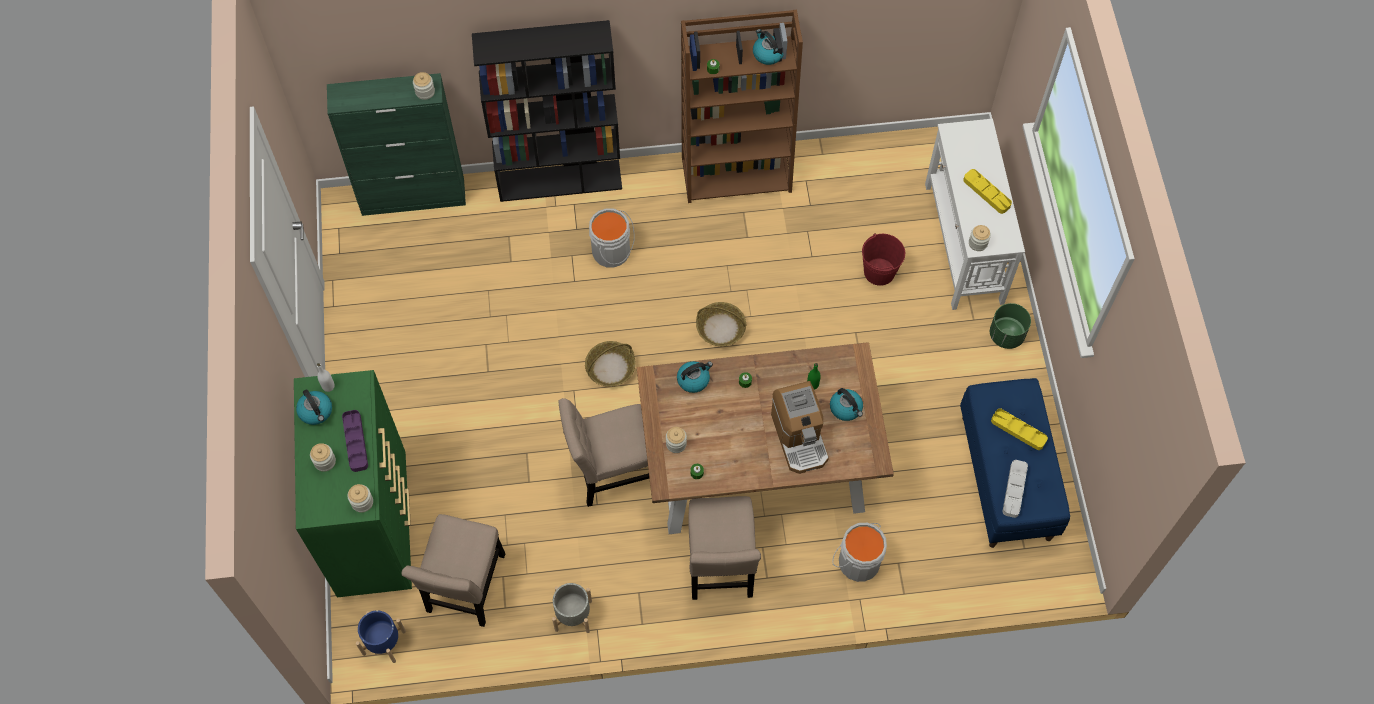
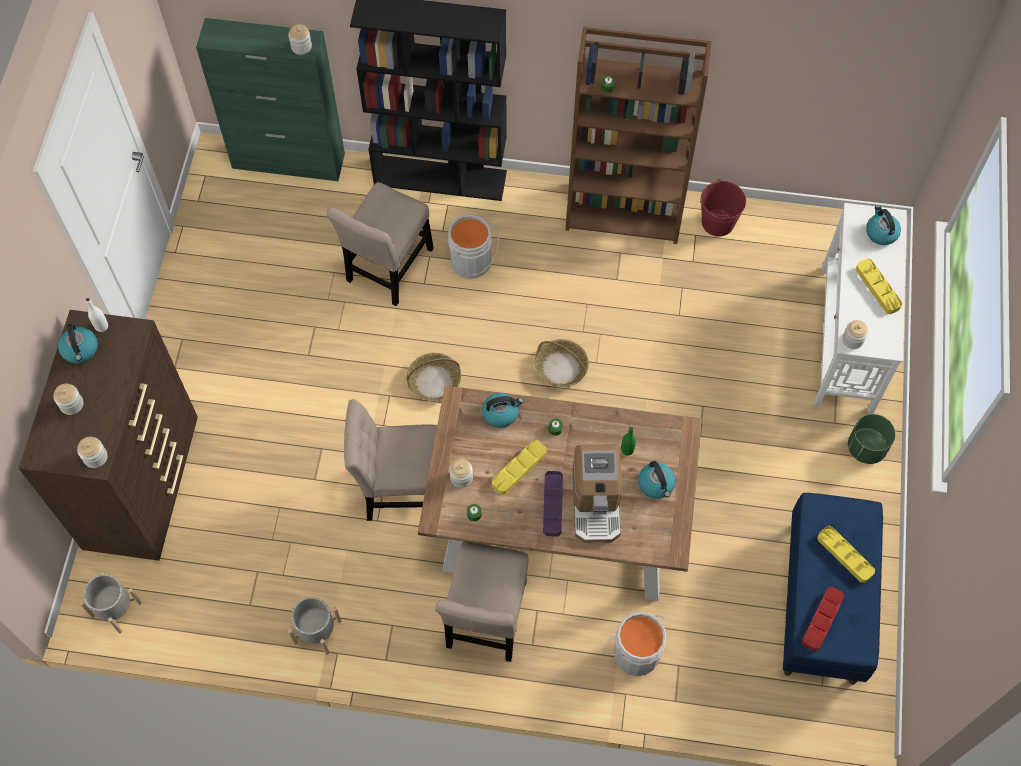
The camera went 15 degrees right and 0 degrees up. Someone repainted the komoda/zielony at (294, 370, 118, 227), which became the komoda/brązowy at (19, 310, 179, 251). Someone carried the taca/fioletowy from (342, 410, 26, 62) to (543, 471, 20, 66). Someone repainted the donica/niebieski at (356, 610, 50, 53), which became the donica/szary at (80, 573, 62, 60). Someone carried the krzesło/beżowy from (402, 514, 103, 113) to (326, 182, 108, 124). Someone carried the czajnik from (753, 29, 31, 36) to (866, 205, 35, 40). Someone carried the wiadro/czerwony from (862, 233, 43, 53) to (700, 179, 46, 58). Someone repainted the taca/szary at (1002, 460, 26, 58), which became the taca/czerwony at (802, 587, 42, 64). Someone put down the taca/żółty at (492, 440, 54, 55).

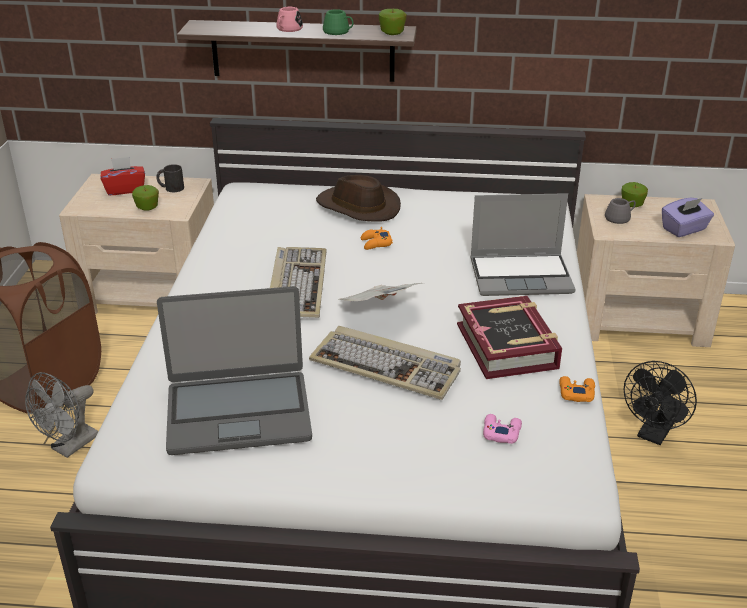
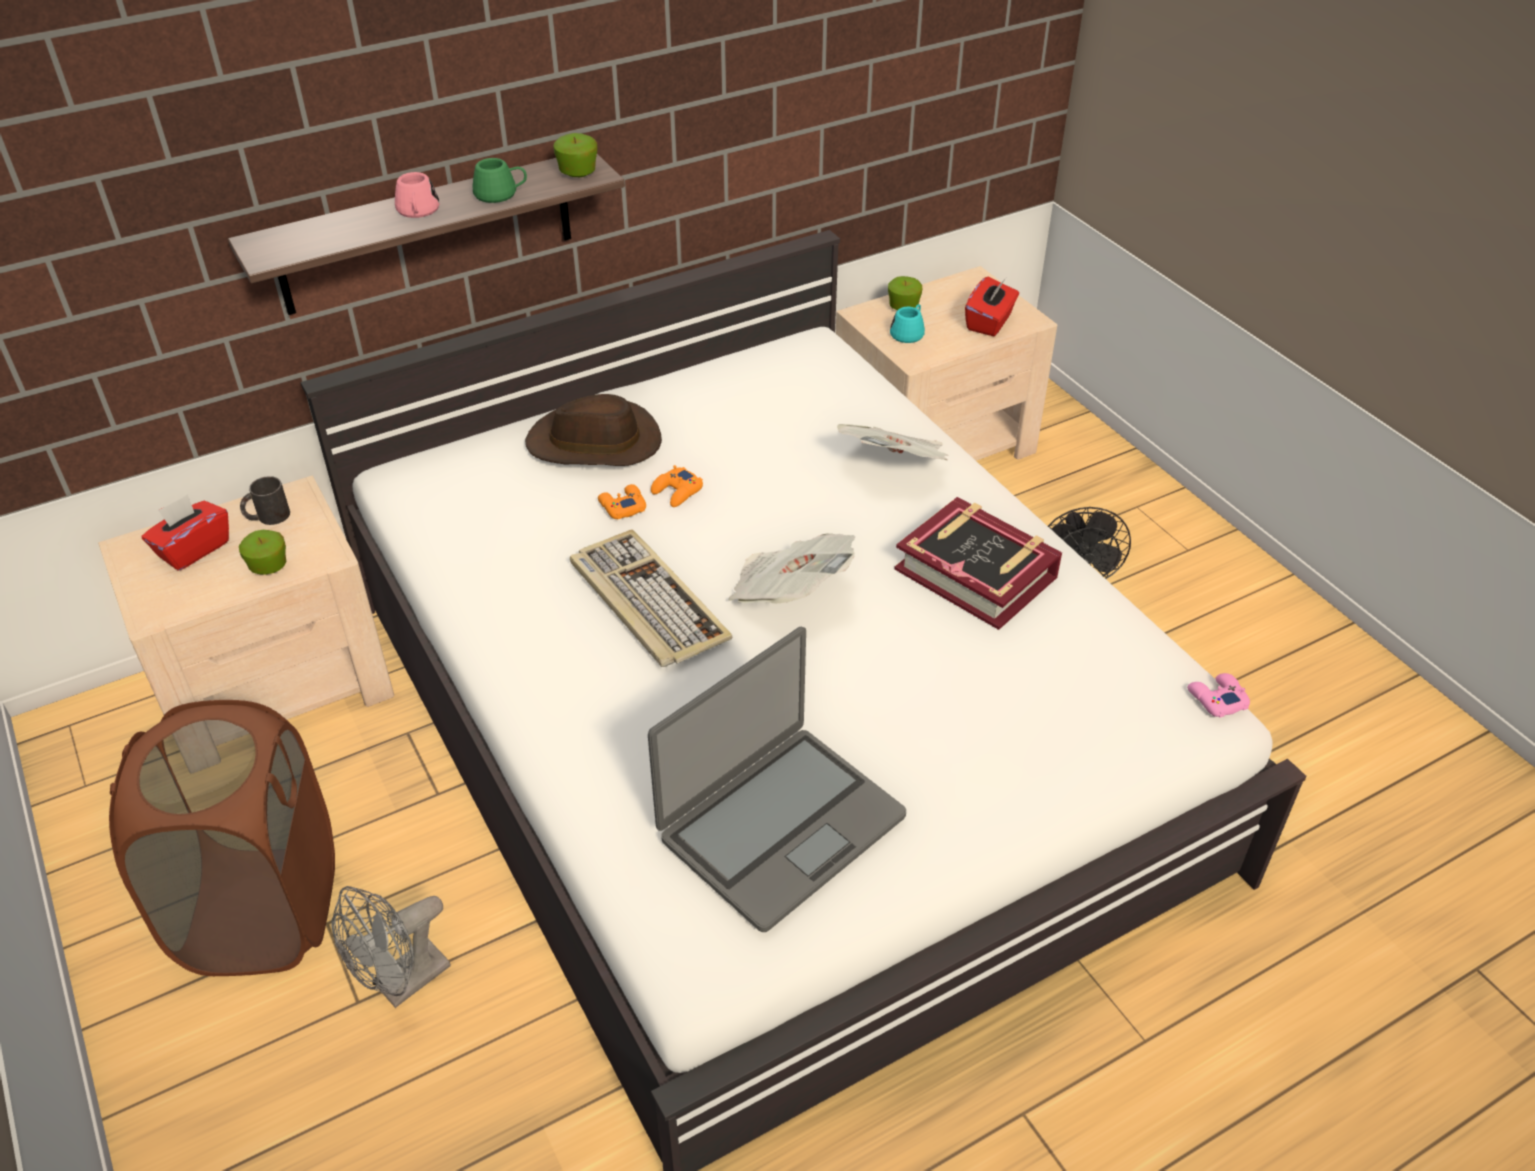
The camera went 35 degrees left and 10 degrees up. Someone rotated the wentylator/szary at (25, 372, 73, 86) by 45 degrees clockwise. Someone took away the klawiatura at (309, 326, 152, 74). Someone swapped the laptop at (470, 193, 105, 103) for the gazeta at (837, 424, 111, 37). Someone carried the pad do gier/różowy from (483, 414, 39, 30) to (1187, 673, 63, 45). Someone carried the pad do gier/pomarańczowy from (559, 376, 36, 26) to (598, 484, 48, 35). Someone repainted the kubek/szary at (605, 198, 31, 26), which became the kubek/turkusowy at (890, 304, 35, 39). Someone repainted the pudełko chusteczek/fioletowy at (662, 198, 52, 39), which became the pudełko chusteczek/czerwony at (965, 277, 54, 59).

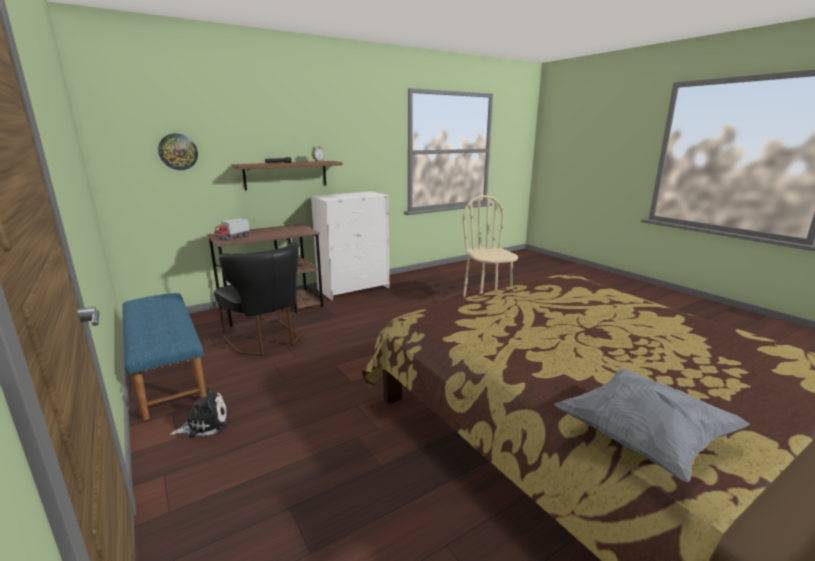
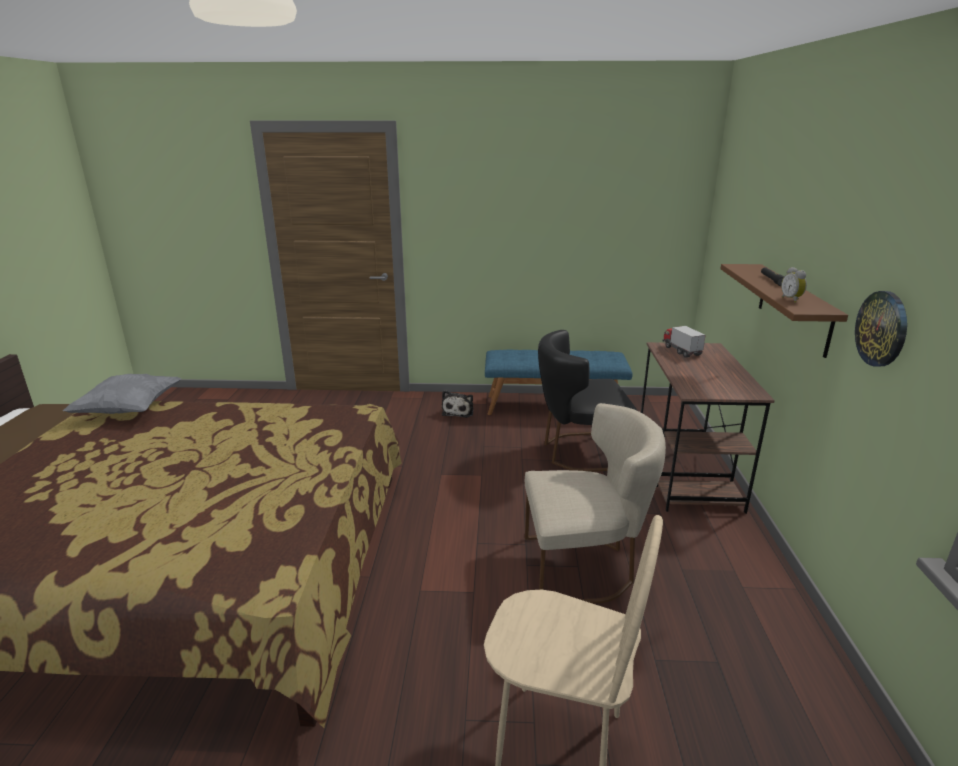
The camera went 125 degrees right and 5 degrees up. Someone carried the zegar ścienny from (158, 134, 40, 36) to (855, 291, 52, 75). Someone took away the komoda/biały at (310, 191, 79, 109). Someone put down the krzesło/beżowy at (525, 403, 141, 201).

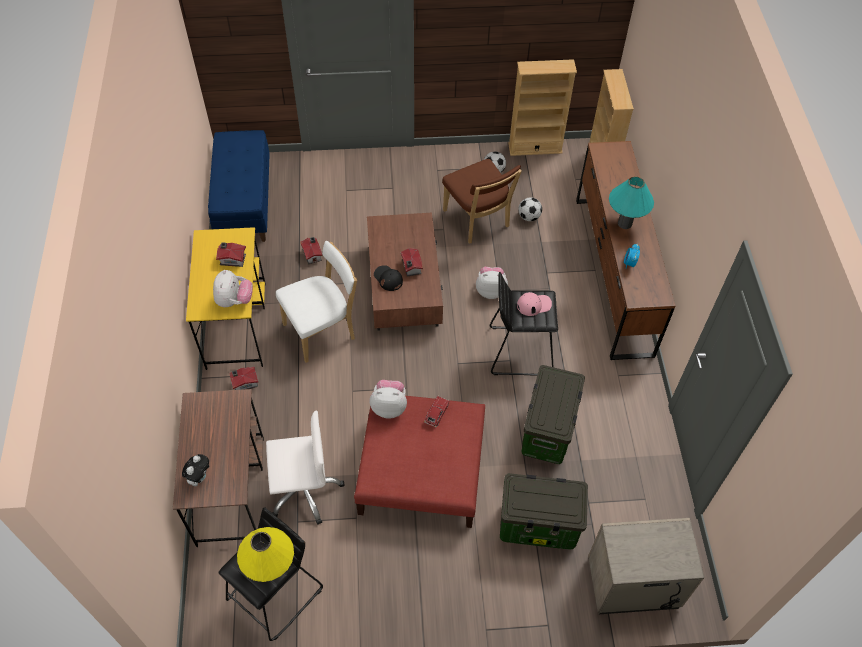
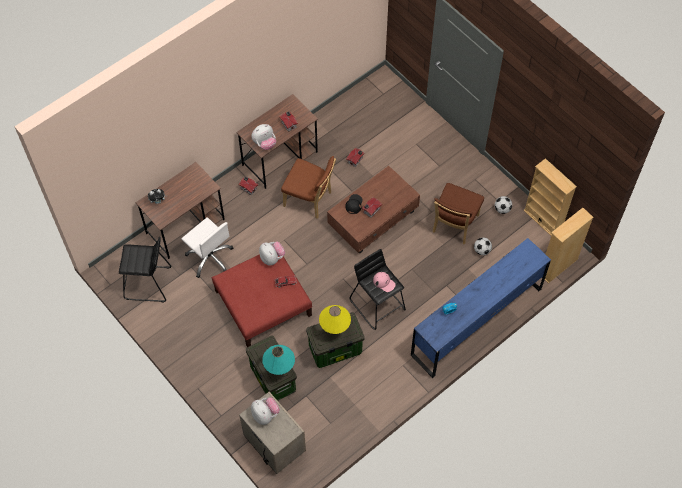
The camera went 55 degrees right and 5 degrees up. Someone repainted the biurko/żółty at (186, 227, 80, 143), which became the biurko/brązowy at (236, 94, 82, 95). Someone took away the ławka/niebieski at (208, 130, 62, 112). Someone carried the lampa stołowa/żółty from (237, 527, 57, 55) to (319, 305, 32, 30). Someone repainted the krzesło/biały at (276, 241, 81, 122), which became the krzesło/brązowy at (281, 156, 55, 63). Someone carried the pluszak from (476, 267, 32, 32) to (251, 397, 29, 28). Someone repainted the komoda/brązowy at (576, 141, 100, 219), which became the komoda/niebieski at (411, 238, 140, 140). Someone carried the lampa stołowa/turkusowy from (609, 176, 45, 53) to (262, 345, 33, 30).

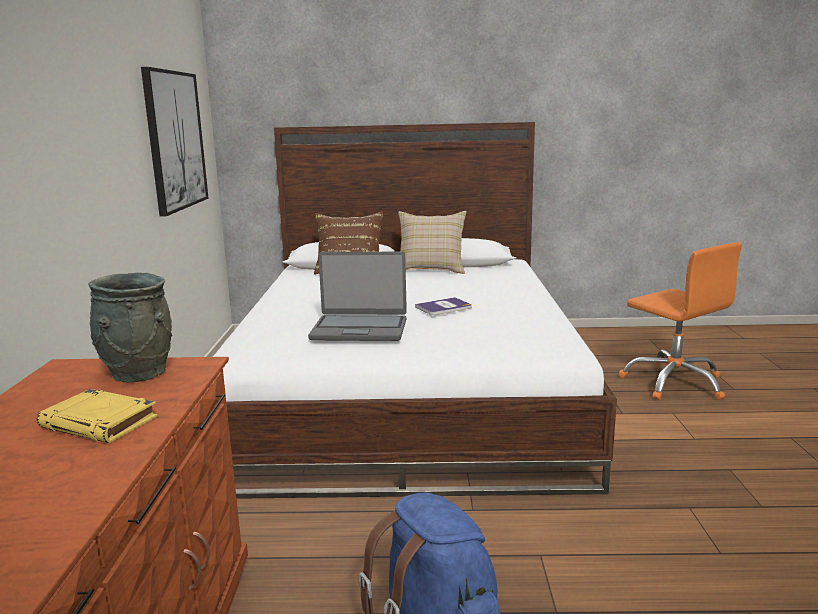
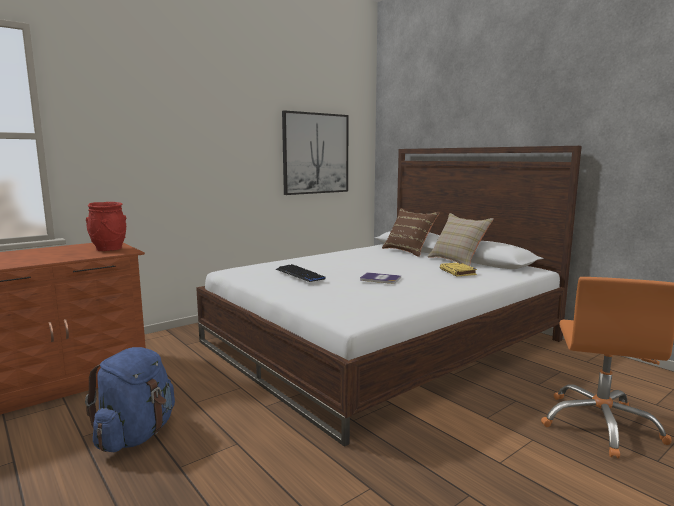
The camera went 50 degrees right and 5 degrees down. Someone carried the książka/żółty from (37, 389, 120, 54) to (440, 262, 37, 14). Someone repainted the wazon/szary at (88, 273, 84, 110), which became the wazon/czerwony at (86, 202, 40, 49). Someone swapped the laptop at (308, 252, 99, 89) for the klawiatura at (276, 264, 50, 18).

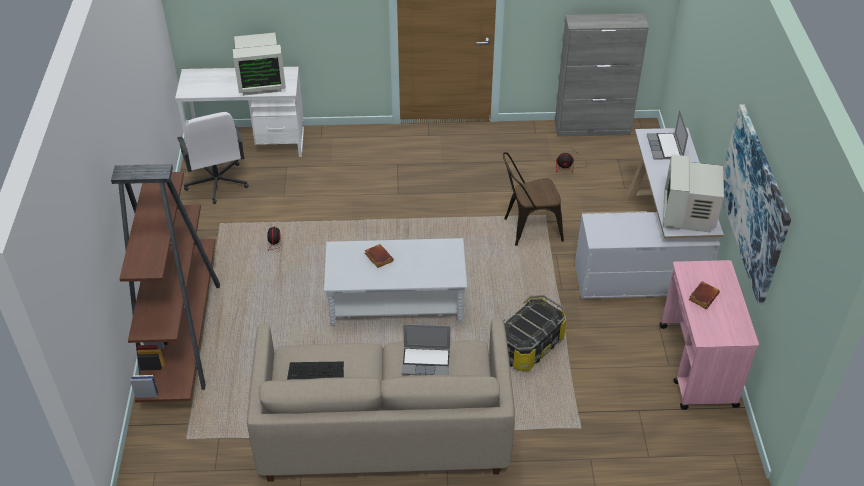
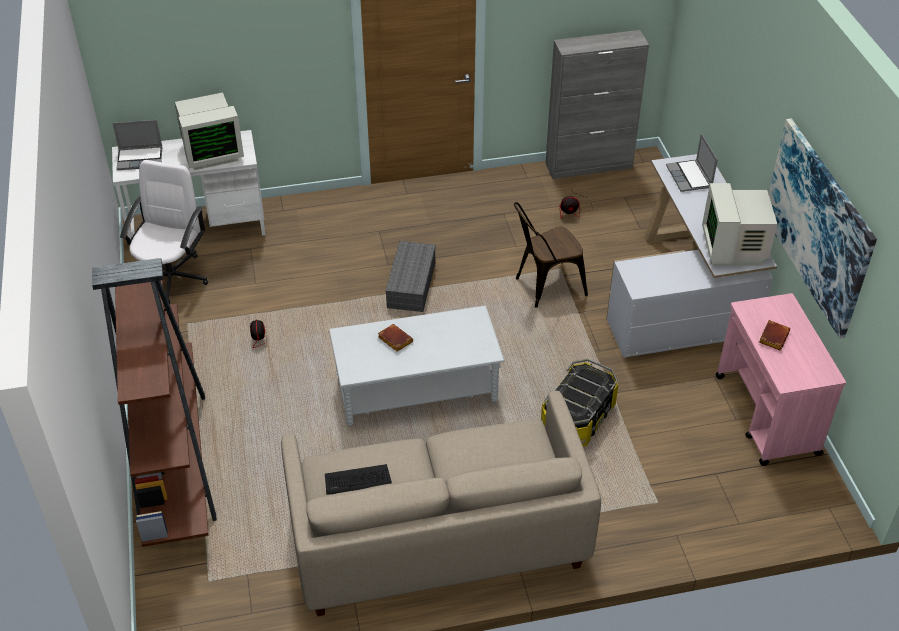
The camera went 10 degrees left and 0 degrees up. Someone rotated the krzesło biurowe/biały at (177, 112, 72, 92) by 135 degrees counterclockwise. Someone carried the laptop from (402, 324, 48, 51) to (113, 120, 49, 50). Someone put down the pojemnik do przechowywania/szary at (386, 241, 50, 71).

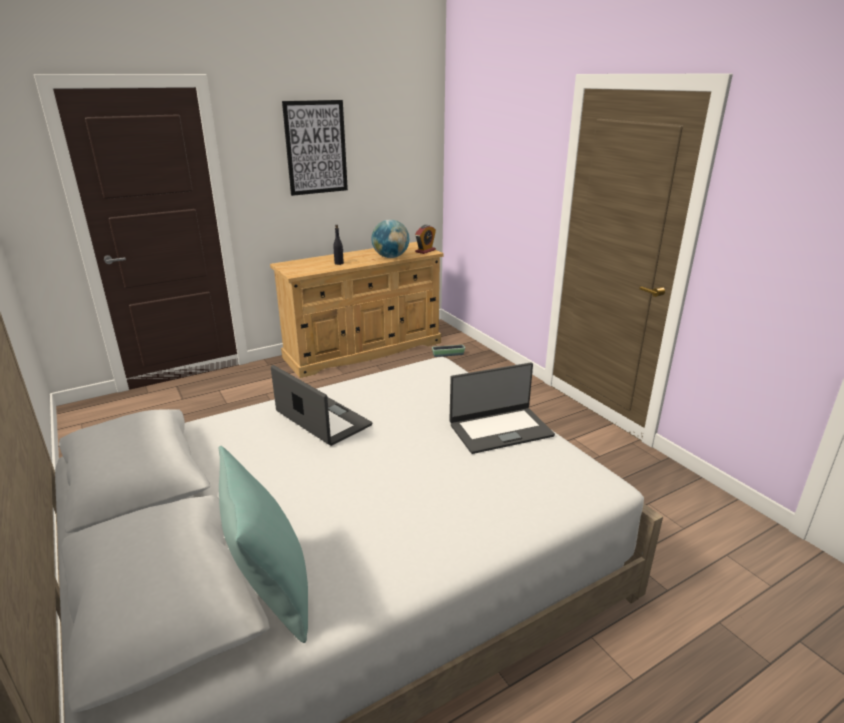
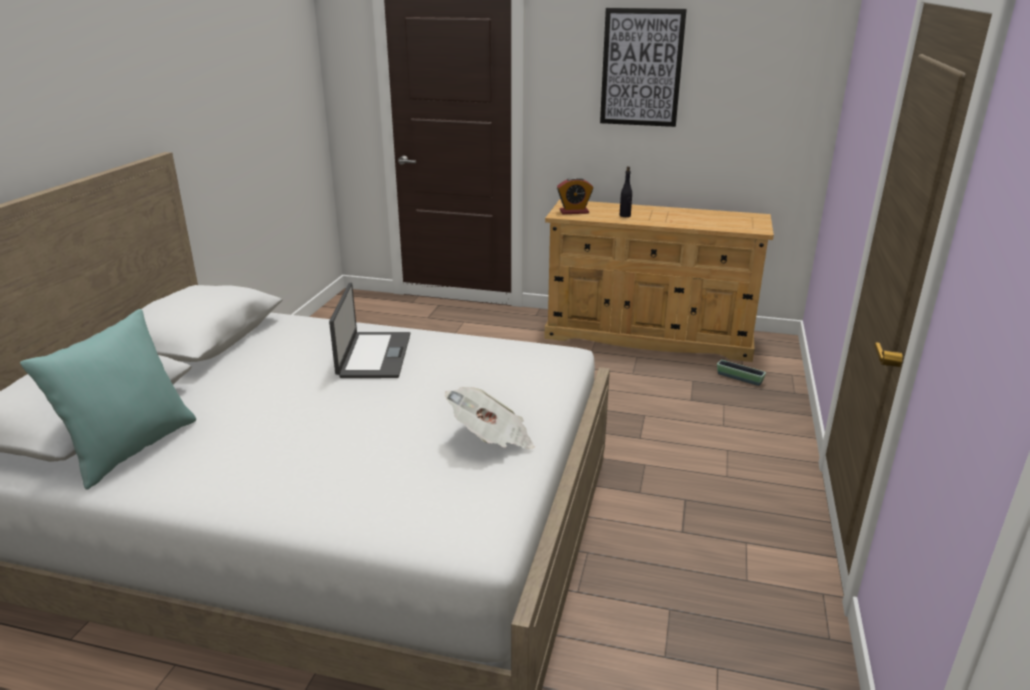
The camera went 45 degrees right and 0 degrees up. Someone took away the globus at (371, 219, 38, 39). Someone carried the budzik from (415, 225, 21, 29) to (557, 177, 36, 37). Someone swapped the laptop at (449, 362, 106, 92) for the gazeta at (445, 387, 90, 62).

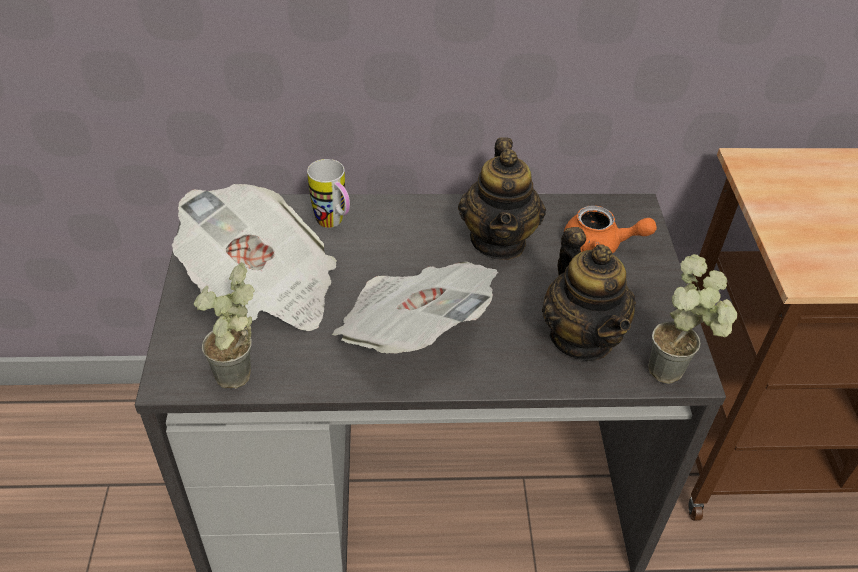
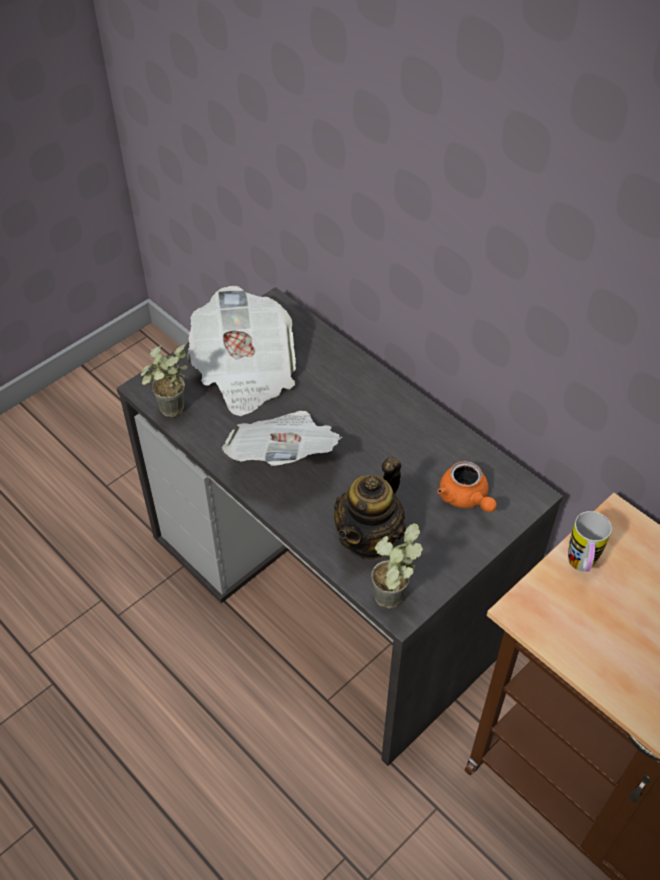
The camera went 50 degrees right and 5 degrees up. Someone carried the kubek from (307, 159, 43, 69) to (568, 511, 44, 61). Someone took away the imbryk at (458, 137, 88, 123).

